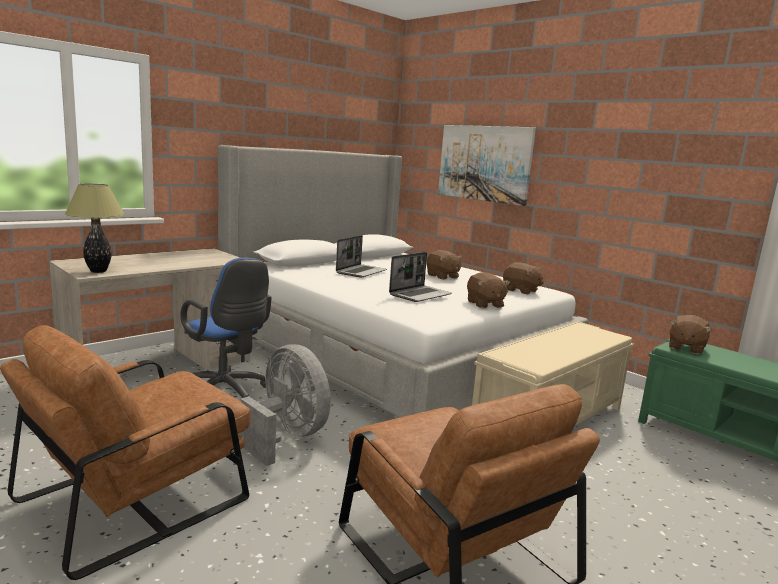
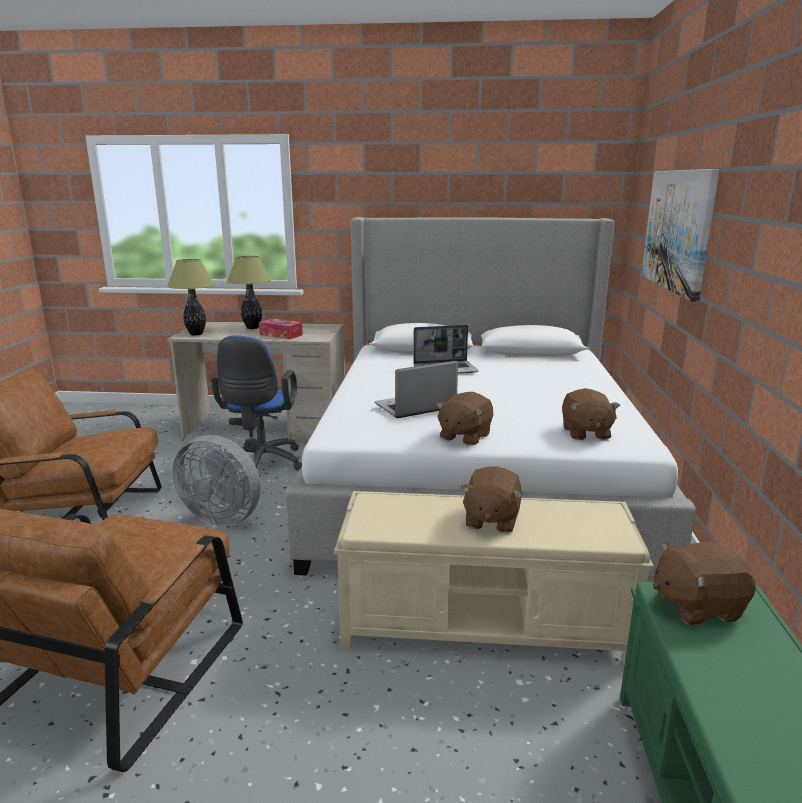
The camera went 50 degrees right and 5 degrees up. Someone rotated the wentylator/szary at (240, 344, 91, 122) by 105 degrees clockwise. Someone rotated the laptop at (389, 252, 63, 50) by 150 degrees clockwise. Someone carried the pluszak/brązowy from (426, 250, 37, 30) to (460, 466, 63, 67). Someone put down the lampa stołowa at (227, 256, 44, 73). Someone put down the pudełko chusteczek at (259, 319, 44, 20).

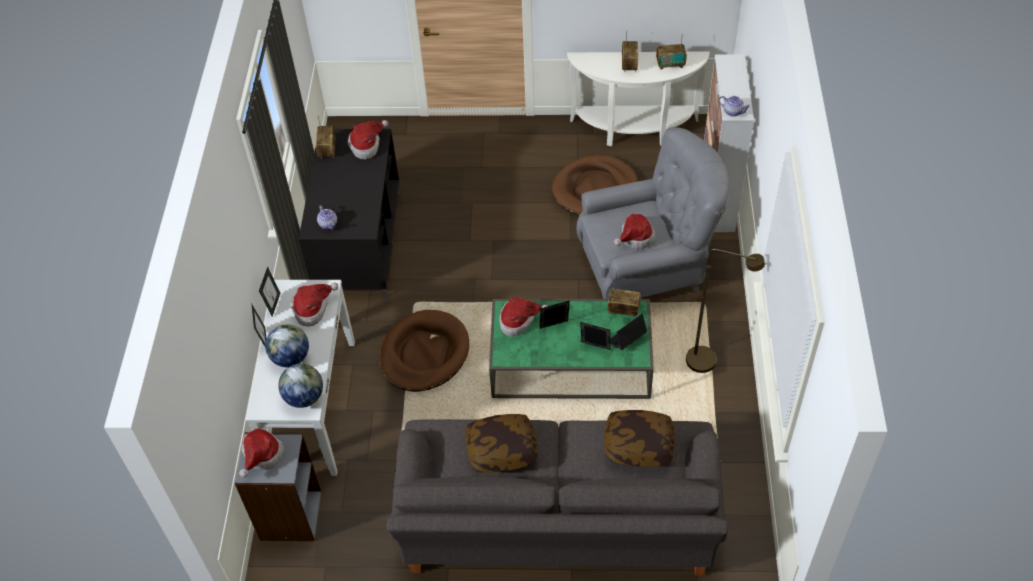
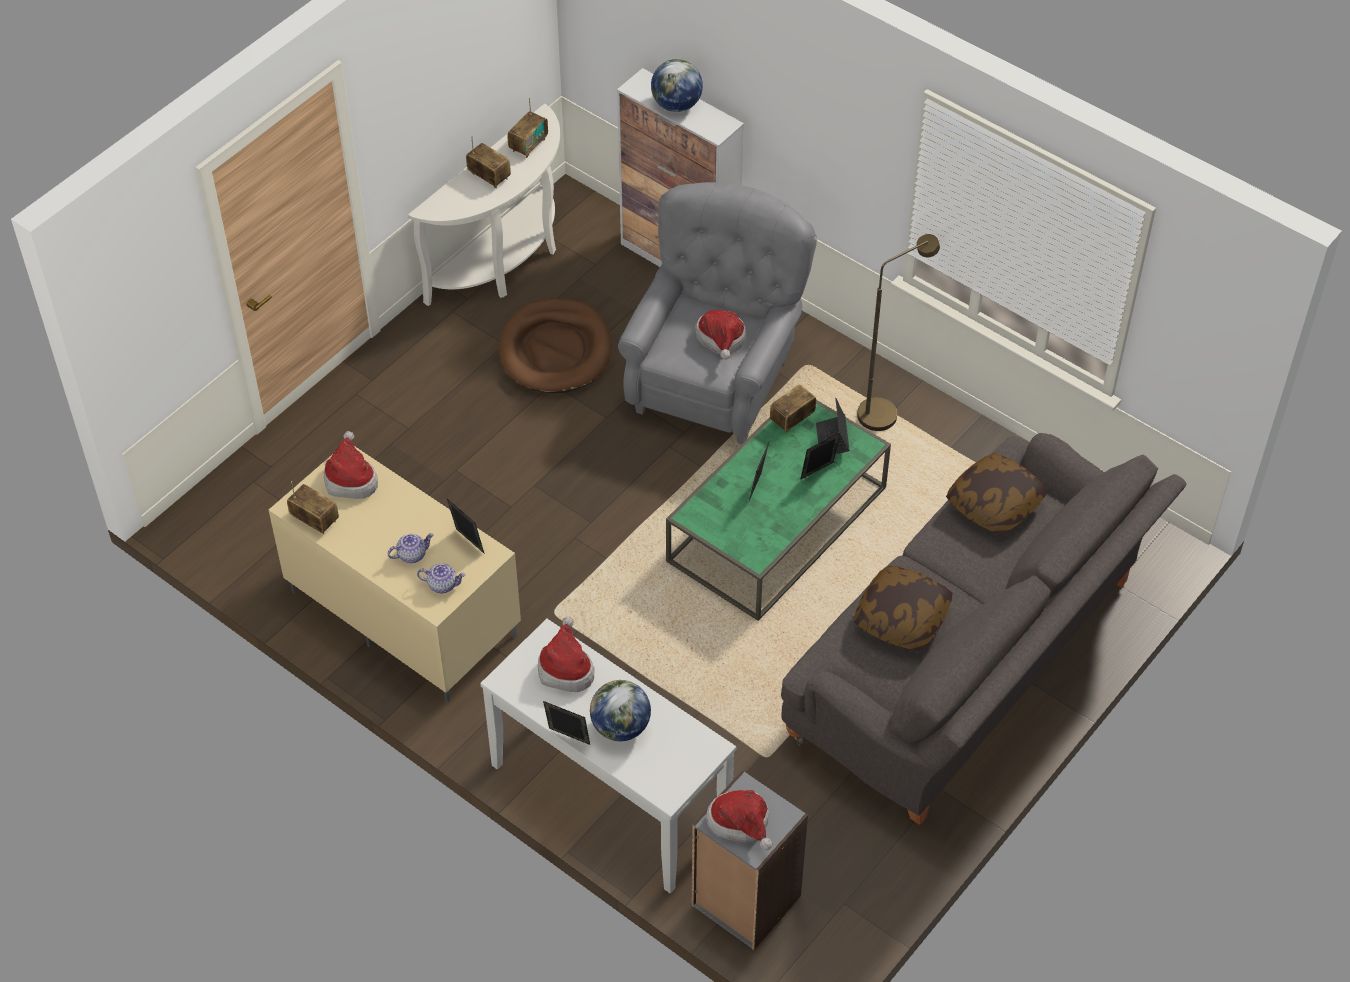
The camera went 55 degrees left and 0 degrees up. Someone carried the ramka na zdjęcie from (259, 267, 21, 49) to (447, 499, 38, 55). Someone carried the globus from (278, 364, 45, 44) to (651, 59, 52, 53). Someone repainted the szafka pod telewizor/czarny at (298, 129, 101, 169), which became the szafka pod telewizor/beżowy at (269, 446, 252, 257). Someone took away the legowisko/brązowy at (379, 310, 90, 82). Someone took away the kapelusz at (499, 297, 49, 40). Someone carried the imbryk from (718, 96, 33, 21) to (388, 533, 45, 30).

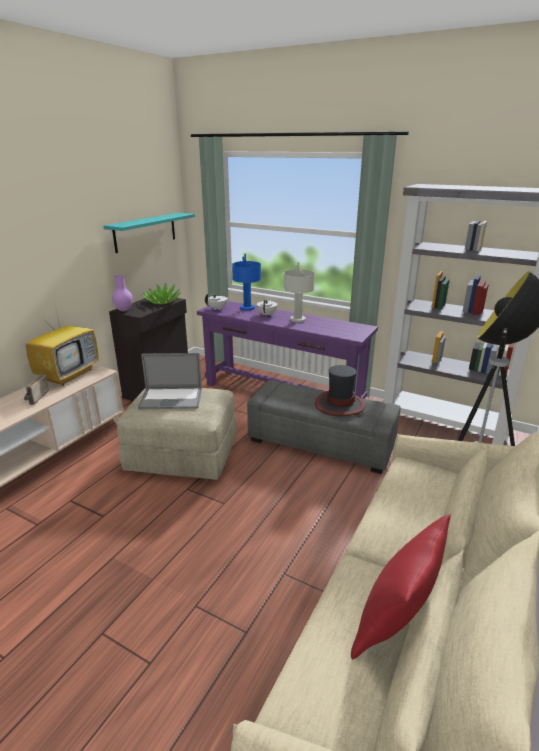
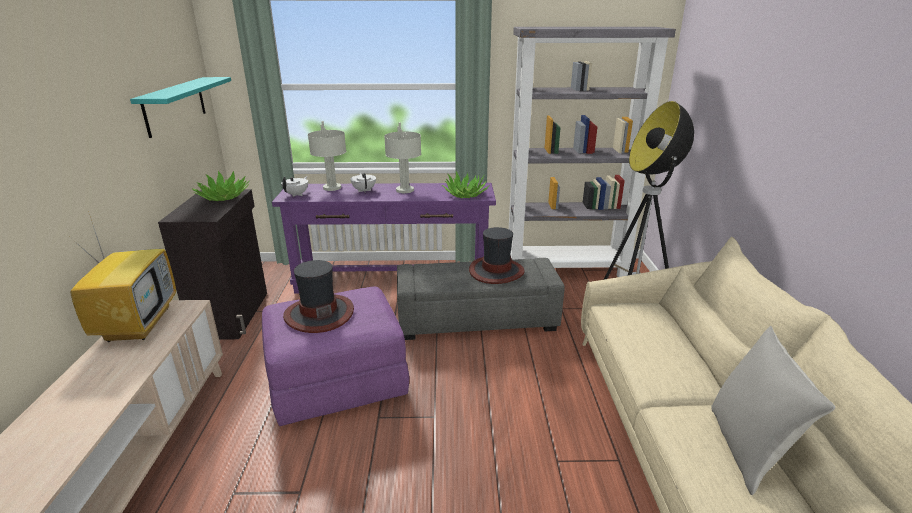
The camera went 30 degrees left and 0 degrees up. Someone took away the radio at (24, 374, 25, 31). Someone took away the wazon/fioletowy at (112, 275, 21, 36). Someone repainted the pufa/beżowy at (117, 388, 120, 92), which became the pufa/fioletowy at (262, 286, 147, 140). Someone swapped the laptop at (138, 353, 64, 56) for the kapelusz at (283, 260, 71, 73). Someone repainted the lampa stołowa/niebieski at (232, 254, 29, 57), which became the lampa stołowa/szary at (308, 121, 38, 70). Someone repainted the poduszka/czerwony at (351, 514, 100, 145), which became the poduszka/szary at (711, 326, 124, 169). Someone put down the roślina doniczkowa at (442, 172, 48, 26).

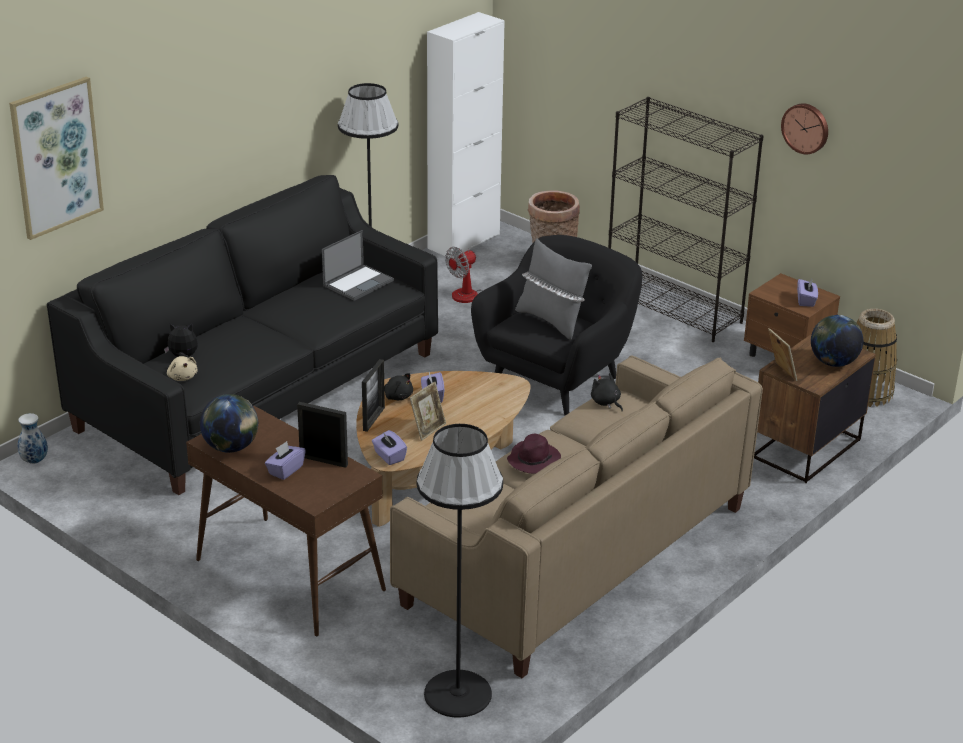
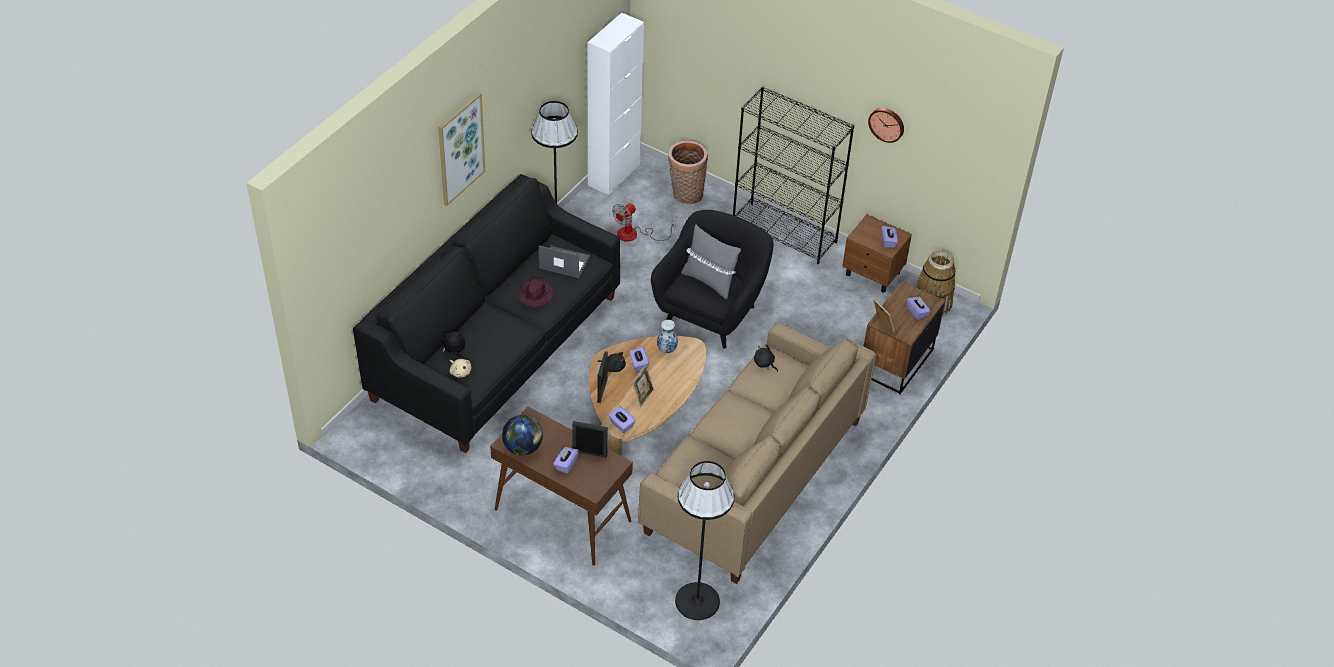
The camera went 10 degrees left and 15 degrees up. Someone carried the obraz from (9, 76, 95, 164) to (438, 92, 47, 114). Someone carried the wazon from (17, 413, 31, 51) to (657, 320, 21, 33). Someone rotated the laptop at (322, 230, 72, 71) by 105 degrees counterclockwise. Someone carried the kapelusz/fioletowy from (507, 433, 54, 41) to (519, 279, 34, 28). Someone swapped the globus at (811, 315, 52, 52) for the pudełko chusteczek/fioletowy at (907, 296, 24, 24).

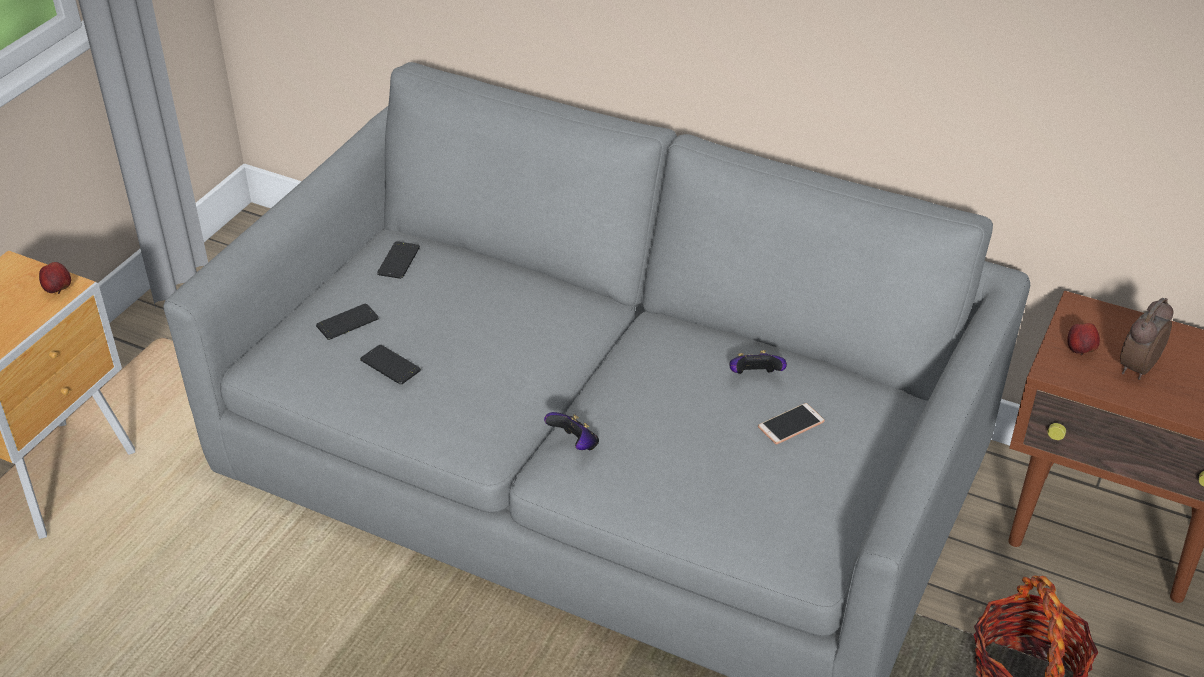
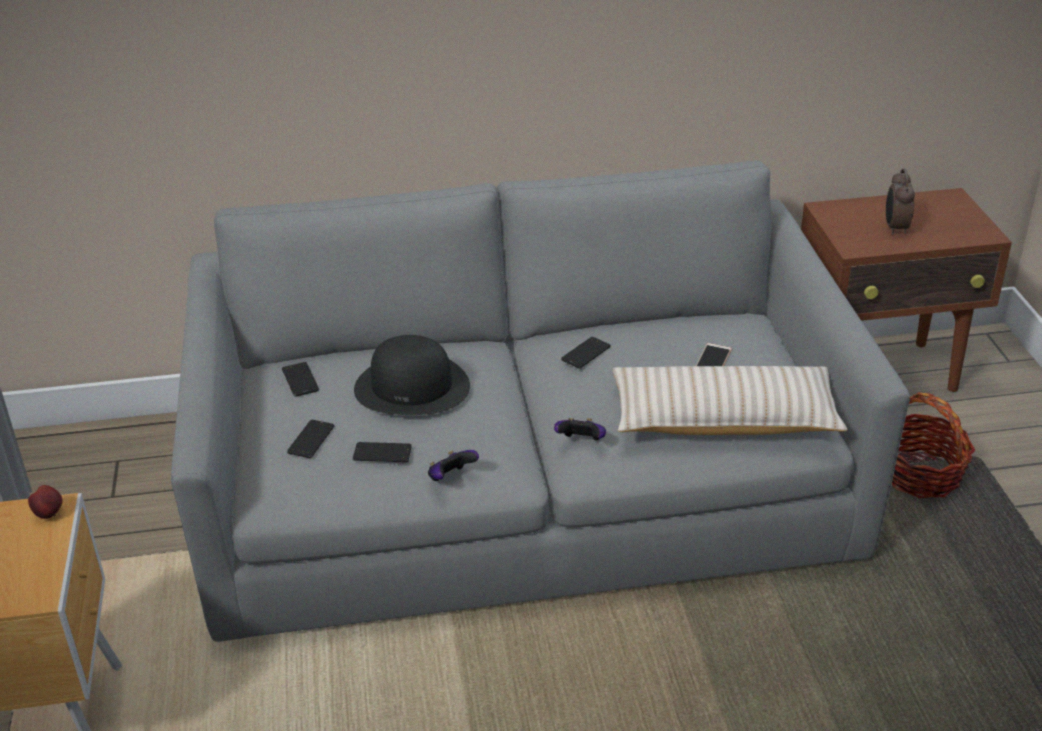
The camera went 35 degrees left and 5 degrees down. Someone carried the pad do gier from (730, 350, 57, 24) to (428, 450, 51, 31). Someone took away the jabłko at (1067, 323, 33, 32). Someone put down the kapelusz/czarny at (354, 335, 116, 80). Someone put down the telefon at (561, 337, 50, 32). Someone put down the poduszka/beżowy at (613, 366, 235, 69).

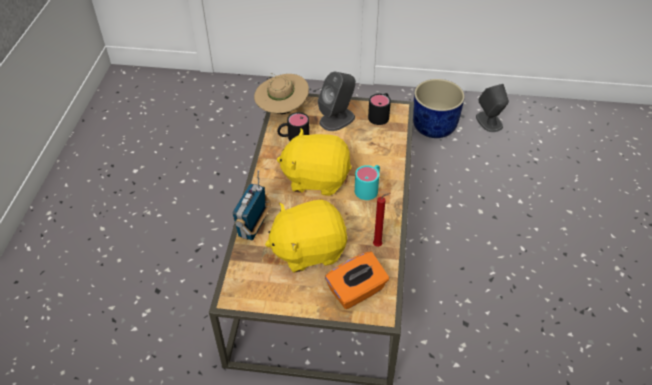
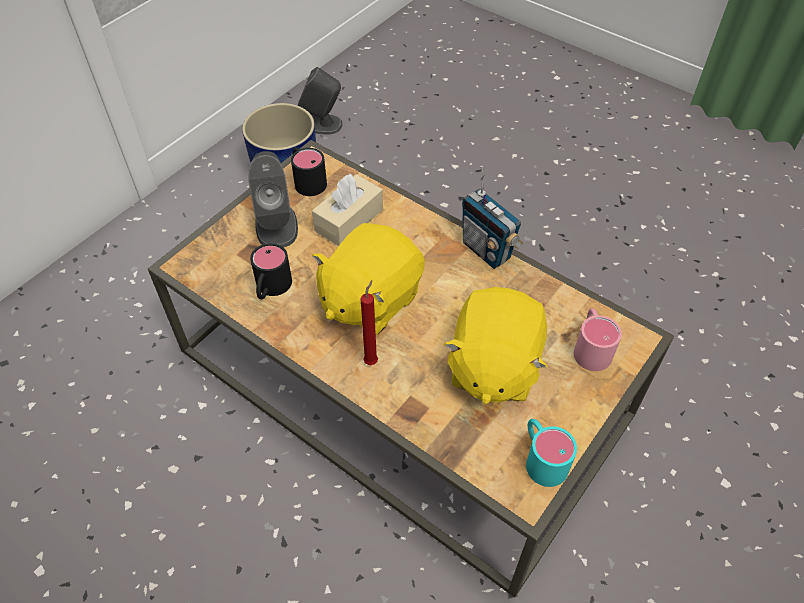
The camera went 60 degrees left and 5 degrees up. Someone carried the radio from (233, 170, 38, 70) to (462, 166, 61, 103). Someone took away the kapelusz/beżowy at (254, 73, 55, 41). Someone swapped the pudełko chusteczek/pomarańczowy at (325, 251, 64, 58) for the kubek/różowy at (574, 308, 48, 63). Someone carried the kubek/turkusowy from (355, 165, 25, 35) to (526, 419, 51, 68). Someone carried the świeca/czerwony from (373, 193, 17, 54) to (361, 280, 17, 85). Someone put down the pudełko chusteczek/beżowy at (312, 174, 71, 72).

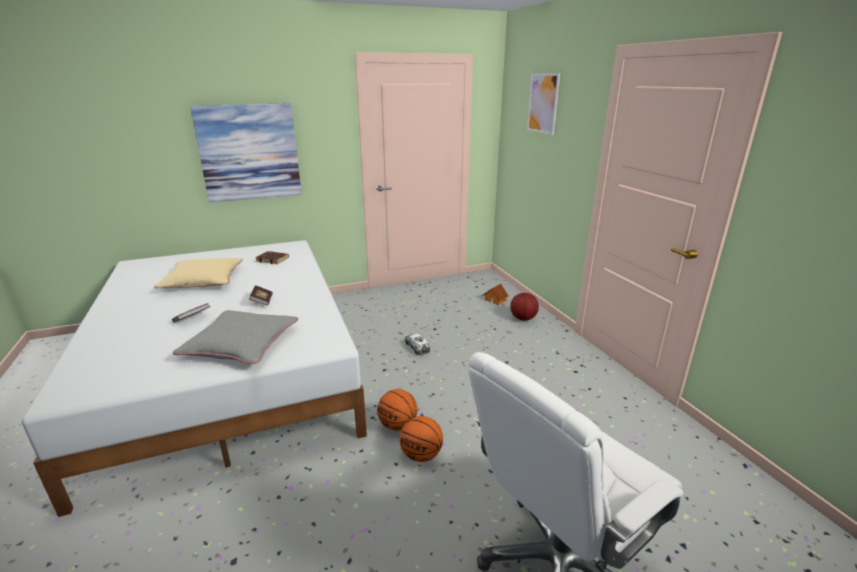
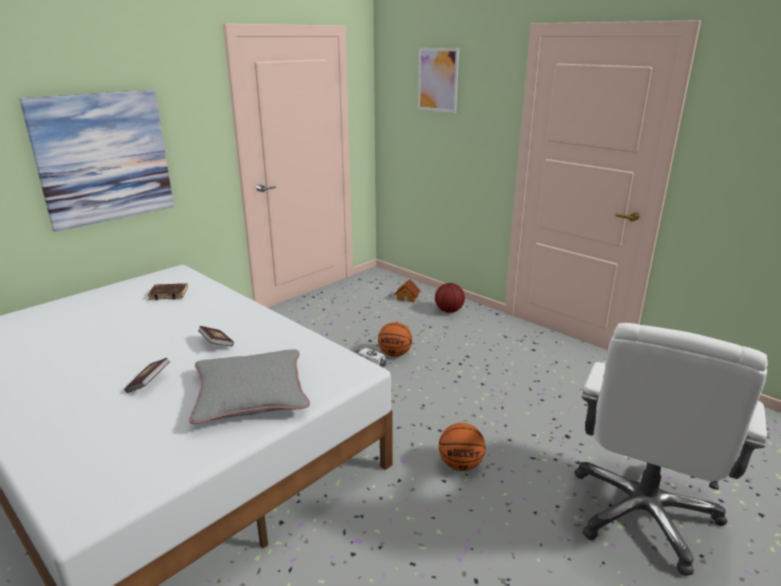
The camera went 25 degrees left and 0 degrees up. Someone took away the poduszka/beżowy at (154, 258, 89, 30). Someone carried the piłka do koszykówki from (377, 389, 40, 42) to (378, 322, 34, 35).

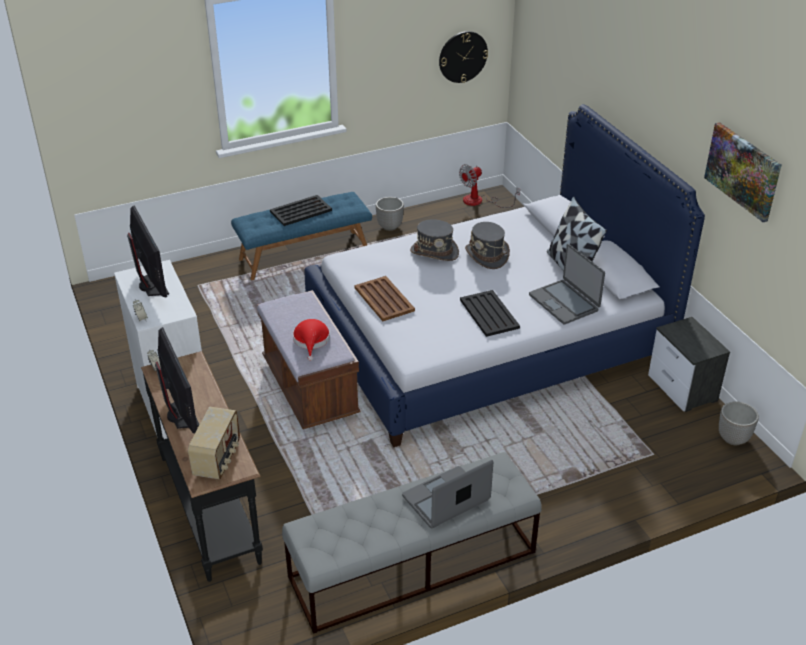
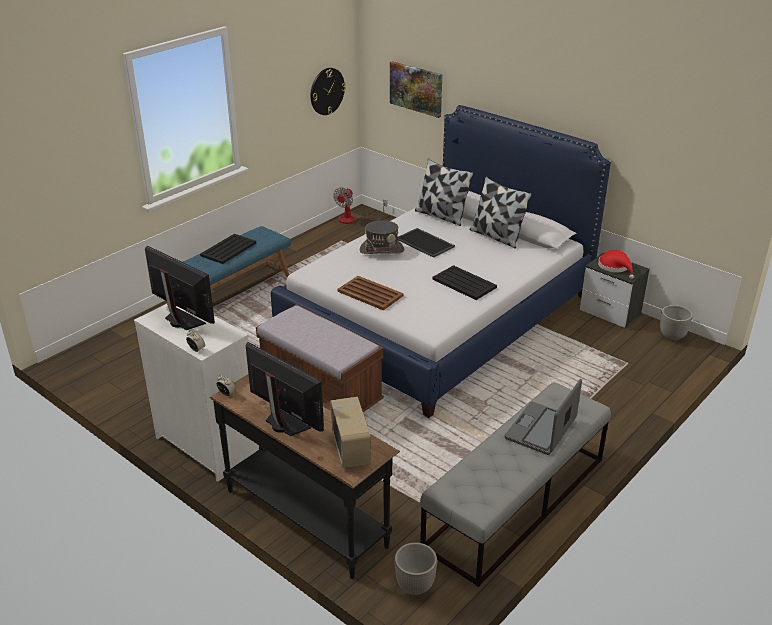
The camera went 25 degrees left and 5 degrees down. Someone carried the kapelusz/czerwony from (293, 319, 37, 42) to (598, 250, 36, 29). Someone carried the donica from (376, 197, 28, 34) to (394, 542, 43, 53). Someone swapped the kapelusz/szary at (465, 222, 45, 47) for the taca at (397, 228, 58, 30). Someone took away the laptop at (529, 244, 76, 80). Someone carried the obraz from (704, 122, 77, 100) to (390, 61, 52, 57). Someone put down the poduszka at (415, 158, 59, 68).

